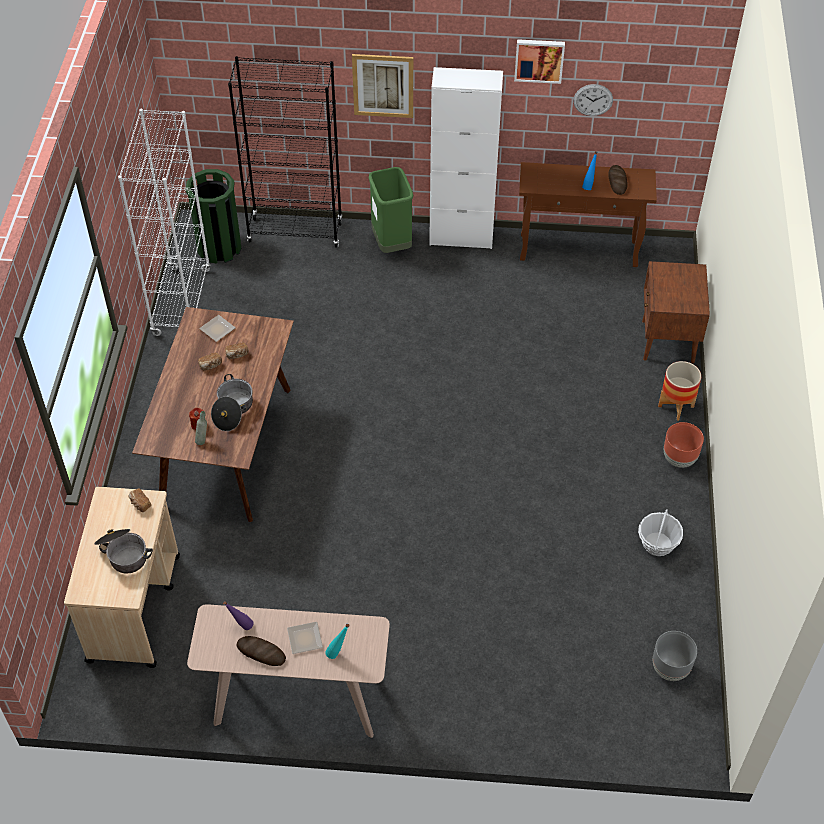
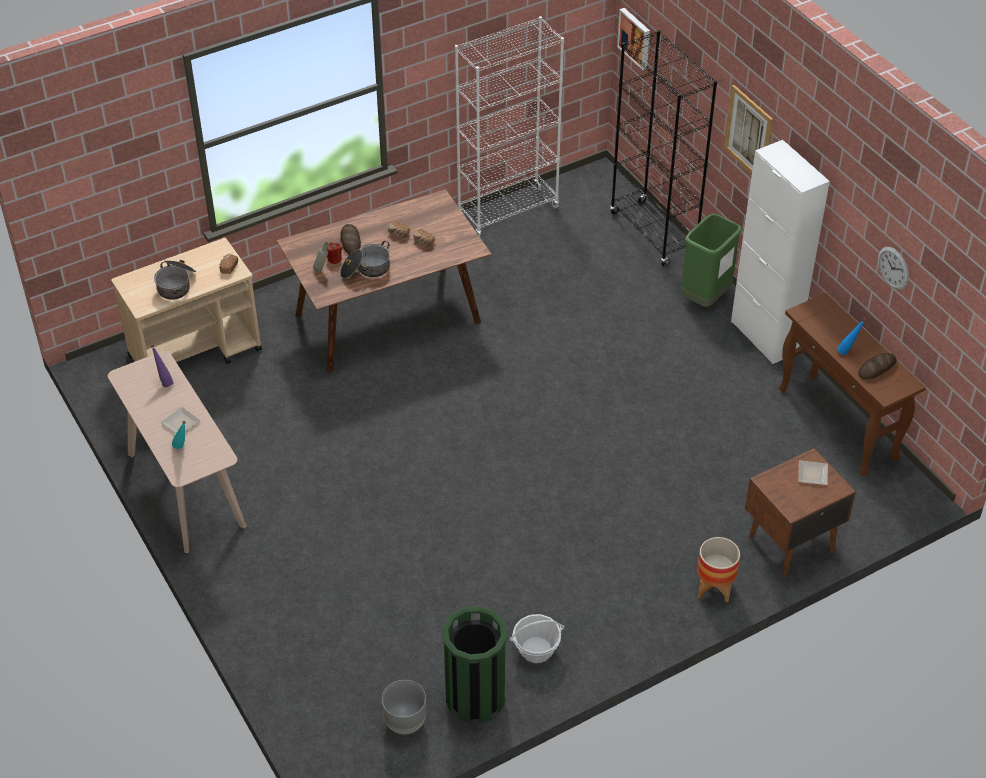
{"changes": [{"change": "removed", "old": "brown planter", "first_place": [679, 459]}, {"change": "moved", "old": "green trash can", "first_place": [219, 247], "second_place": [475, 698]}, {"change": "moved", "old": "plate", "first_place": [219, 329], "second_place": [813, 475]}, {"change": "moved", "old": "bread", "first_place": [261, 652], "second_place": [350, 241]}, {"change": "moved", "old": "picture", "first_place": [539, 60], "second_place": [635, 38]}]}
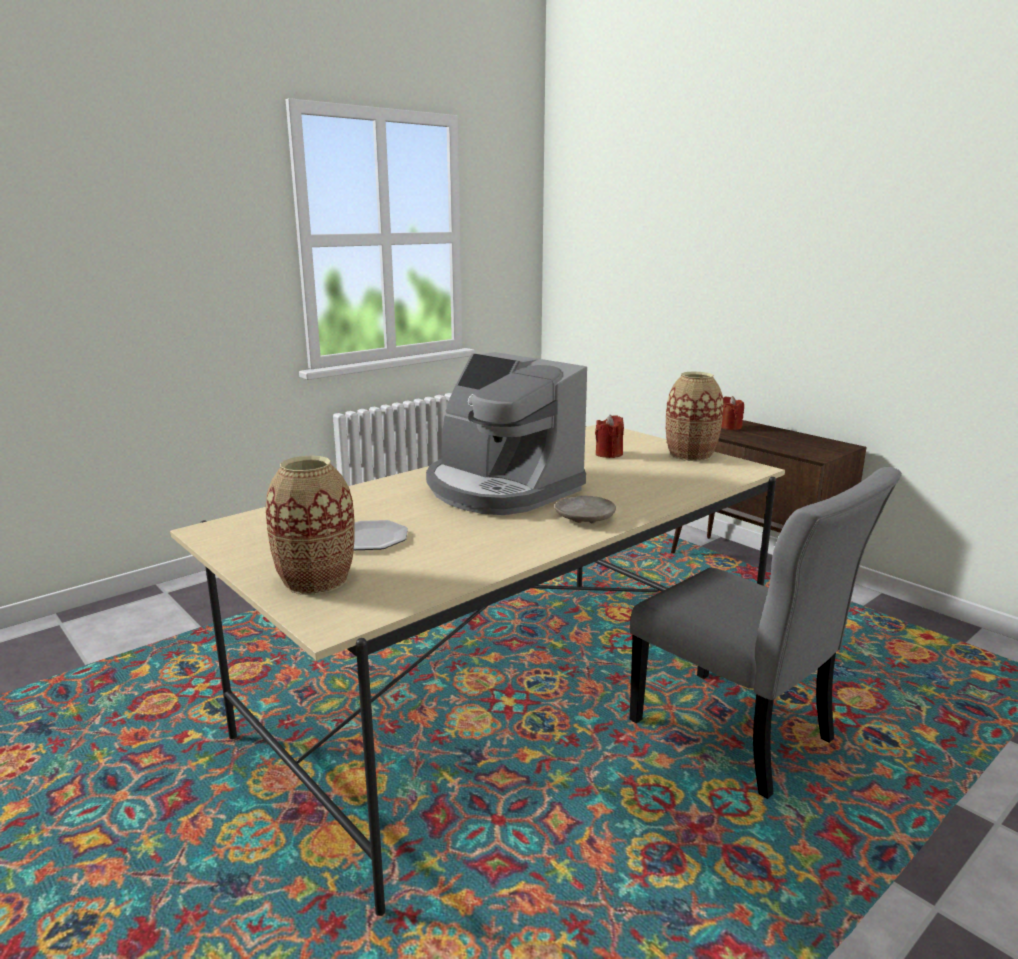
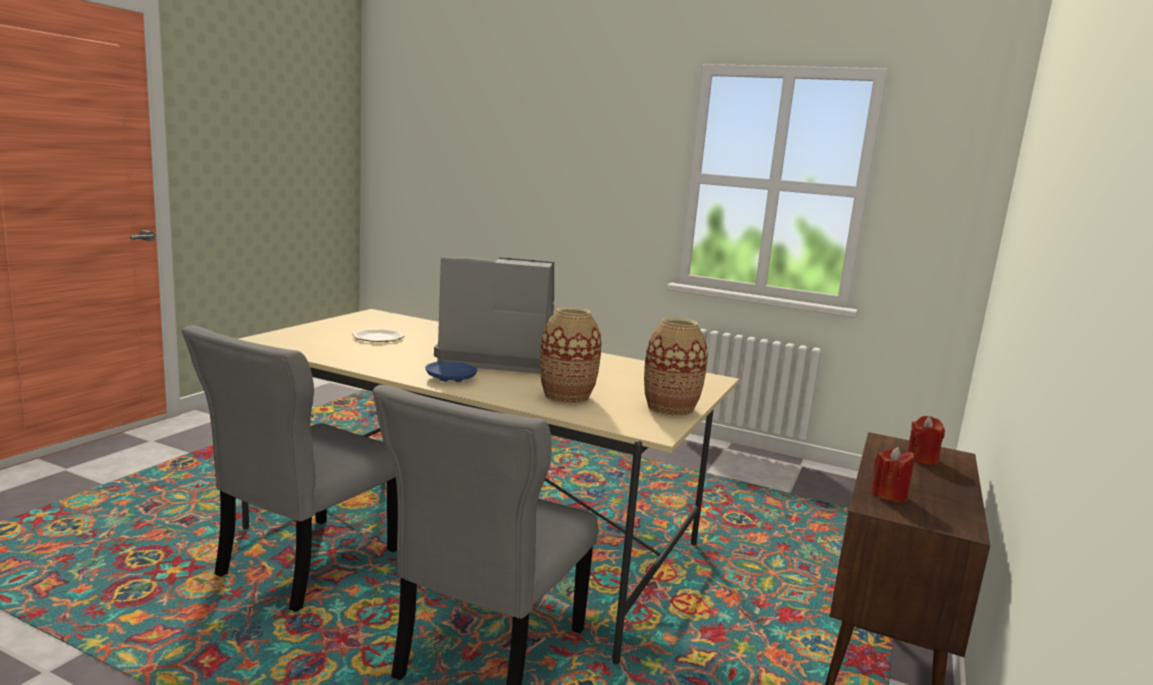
{"changes": [{"change": "added", "new": "grey chair", "second_place": [303, 565]}, {"change": "moved", "old": "vase", "first_place": [315, 580], "second_place": [566, 397]}, {"change": "moved", "old": "red candle", "first_place": [609, 454], "second_place": [888, 495]}, {"change": "recoloured", "old": "beige plate", "new": "blue plate", "first_place": [584, 518], "second_place": [451, 379]}, {"change": "turned", "old": "coffee machine", "first_place": [500, 488], "second_place": [498, 357], "degrees": 75}]}
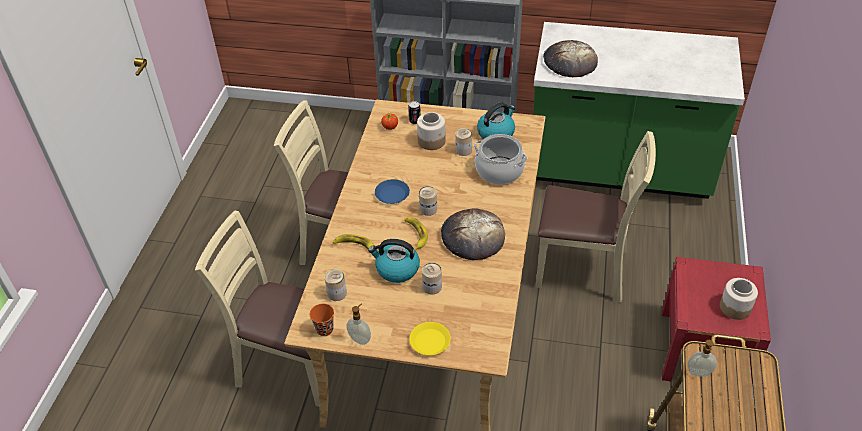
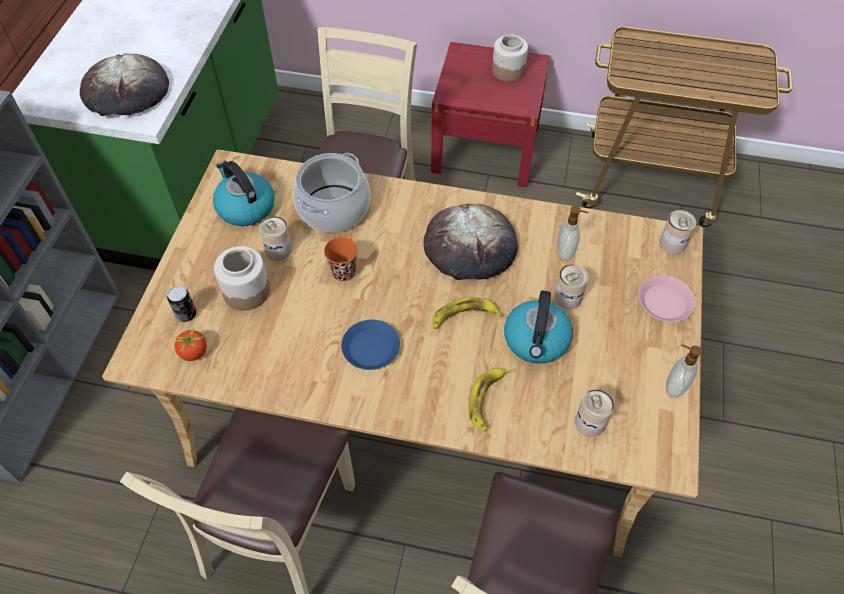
{"changes": [{"change": "moved", "old": "orange cup", "first_place": [324, 329], "second_place": [343, 272]}, {"change": "moved", "old": "can", "first_place": [428, 209], "second_place": [672, 243]}, {"change": "moved", "old": "soap dispenser", "first_place": [699, 373], "second_place": [566, 252]}, {"change": "recoloured", "old": "yellow plate", "new": "pink plate", "first_place": [430, 341], "second_place": [664, 302]}]}
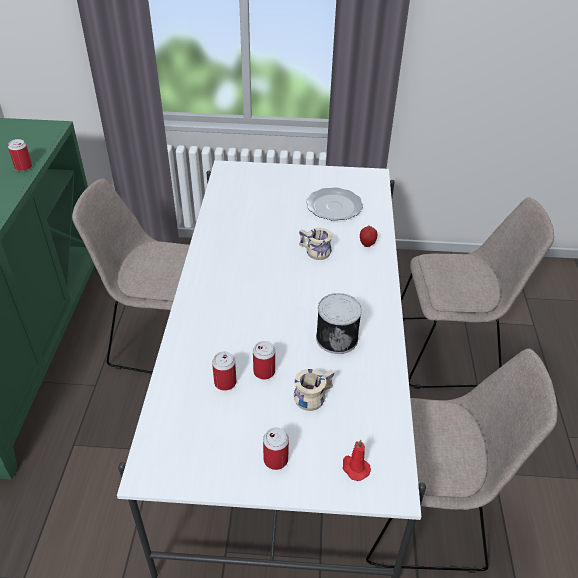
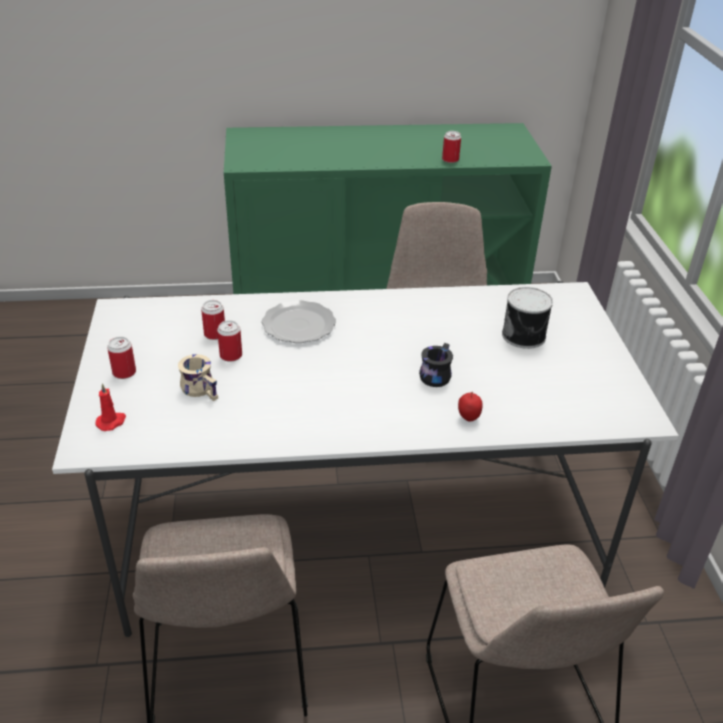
{"changes": [{"change": "moved", "old": "plate", "first_place": [334, 206], "second_place": [300, 325]}, {"change": "moved", "old": "can", "first_place": [337, 337], "second_place": [525, 335]}, {"change": "recoloured", "old": "beige mug", "new": "black mug", "first_place": [314, 252], "second_place": [434, 374]}]}
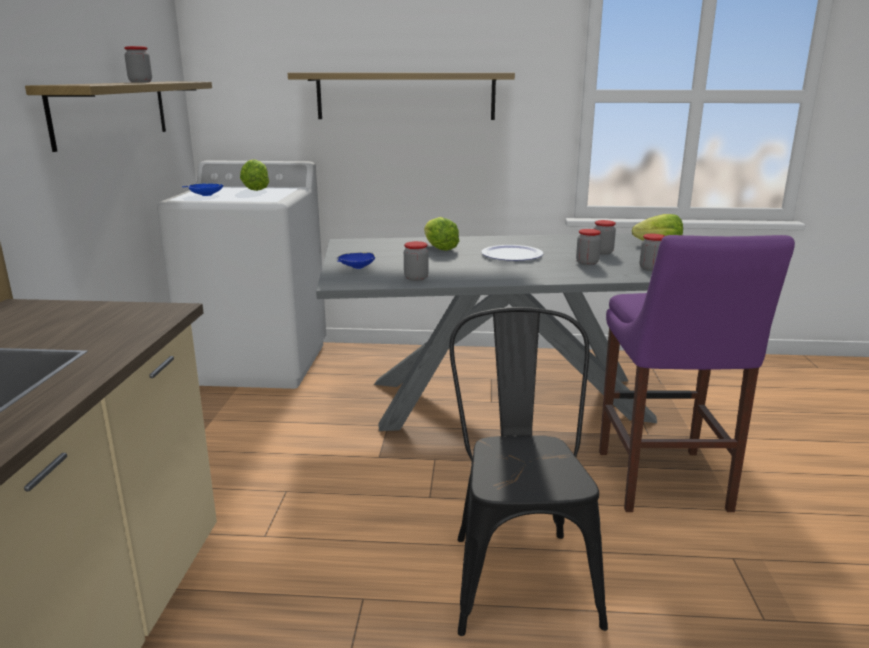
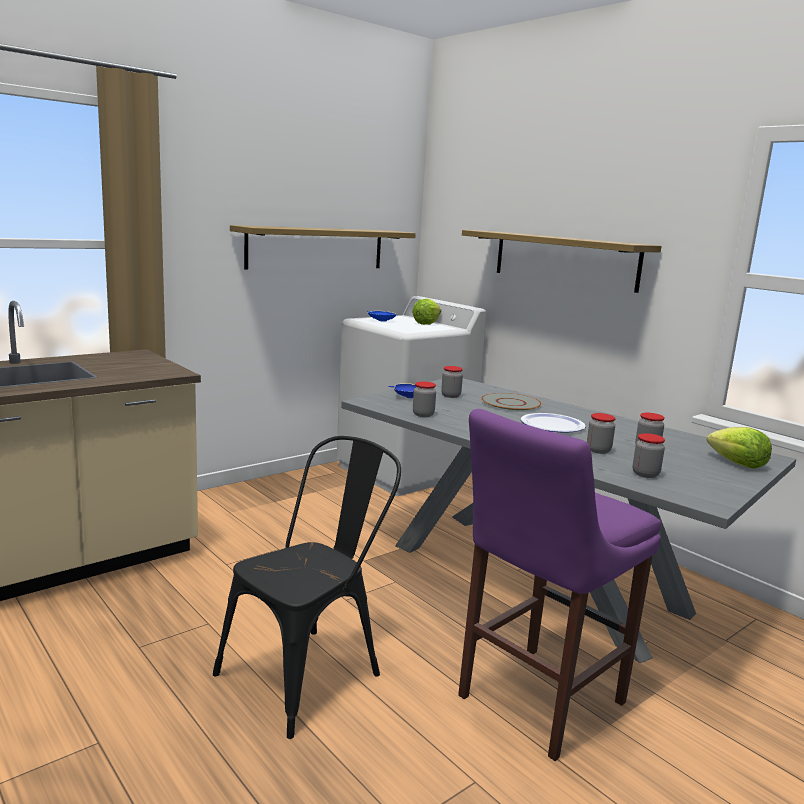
{"changes": [{"change": "moved", "old": "jar", "first_place": [140, 82], "second_place": [450, 396]}, {"change": "replaced", "old": "lettuce", "new": "grey plate", "first_place": [439, 248], "second_place": [510, 403]}]}
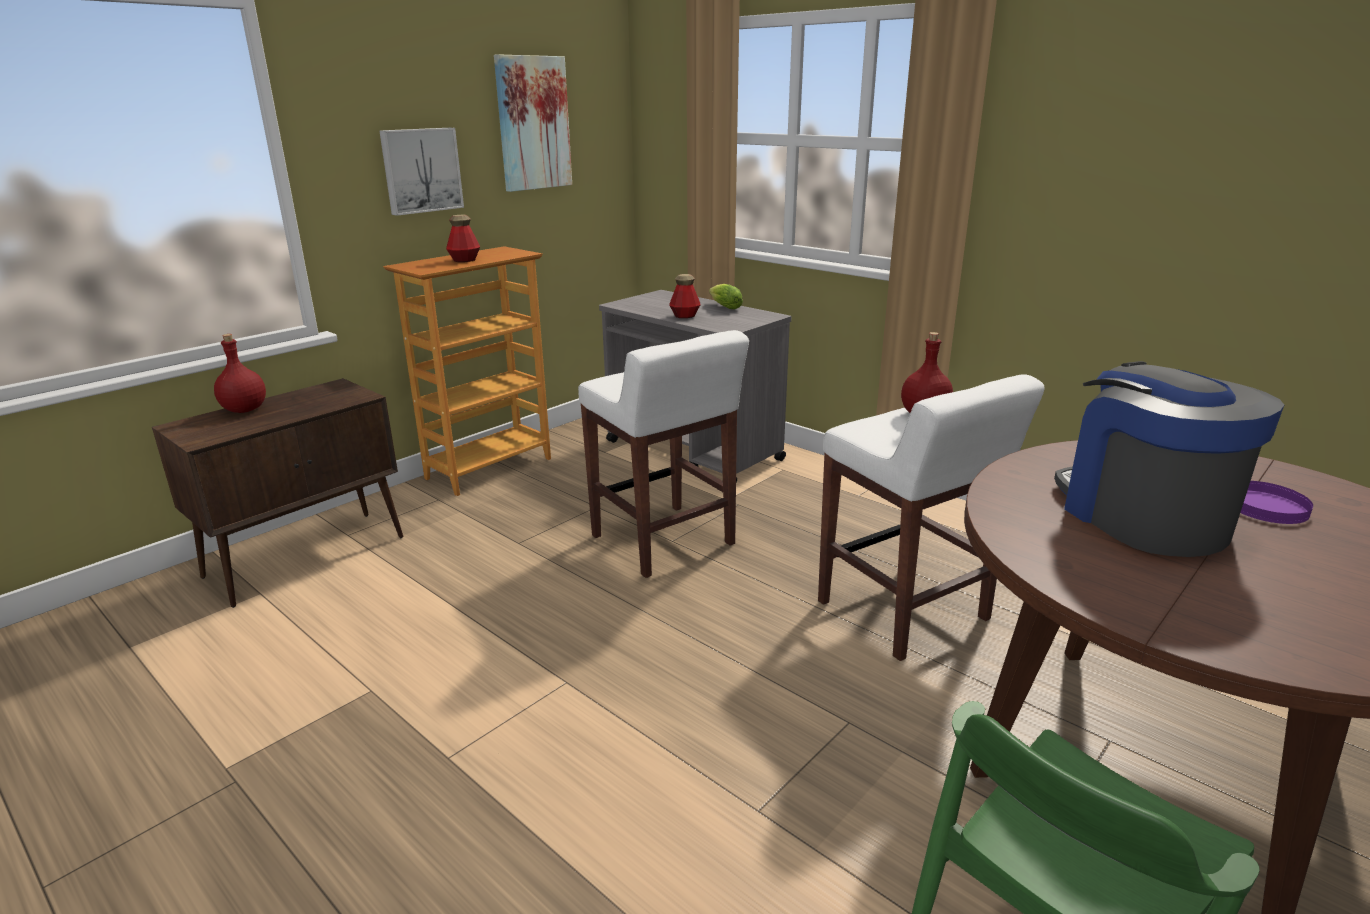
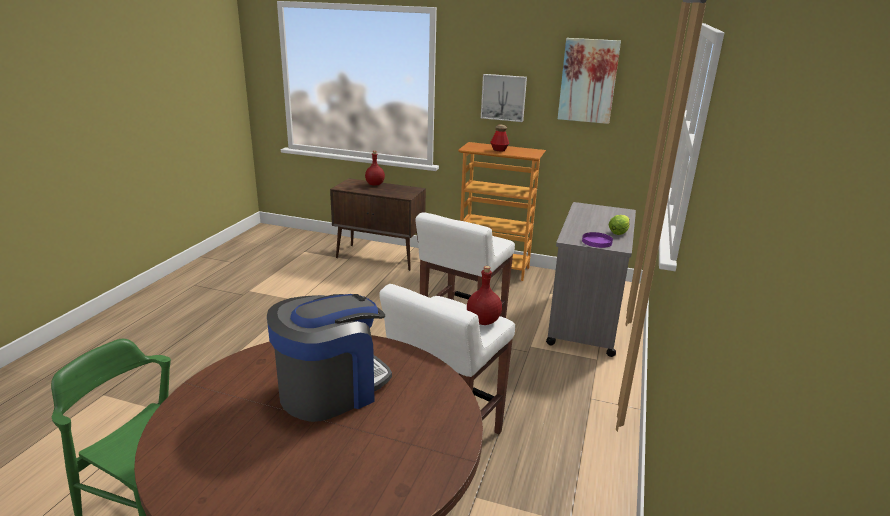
{"changes": [{"change": "removed", "old": "bottle", "first_place": [685, 316]}, {"change": "moved", "old": "purple plate", "first_place": [1266, 506], "second_place": [597, 242]}]}
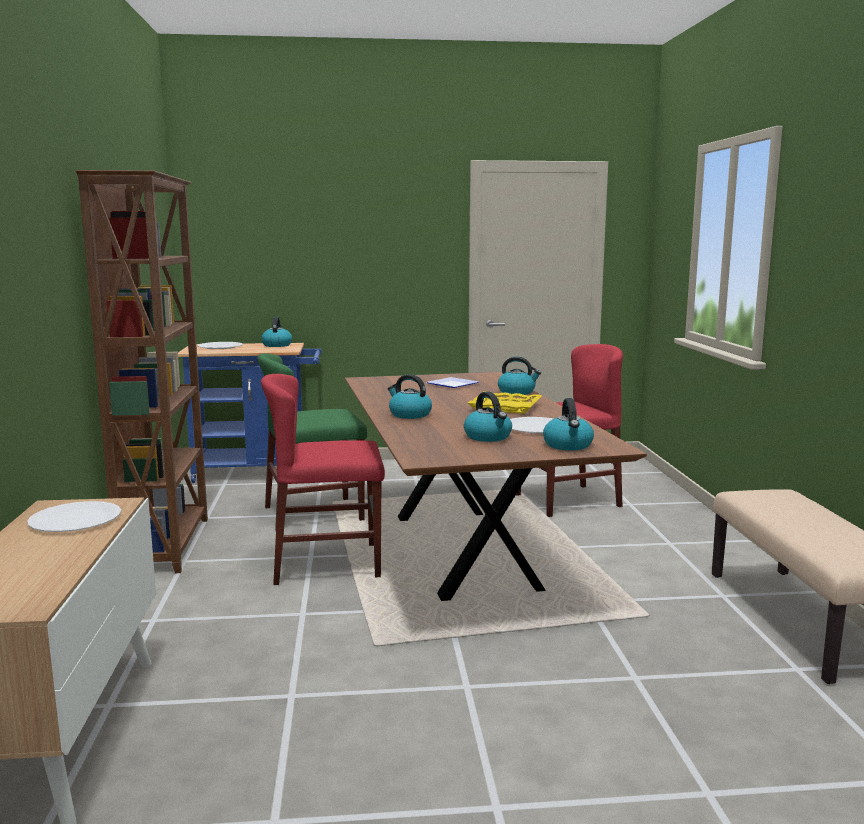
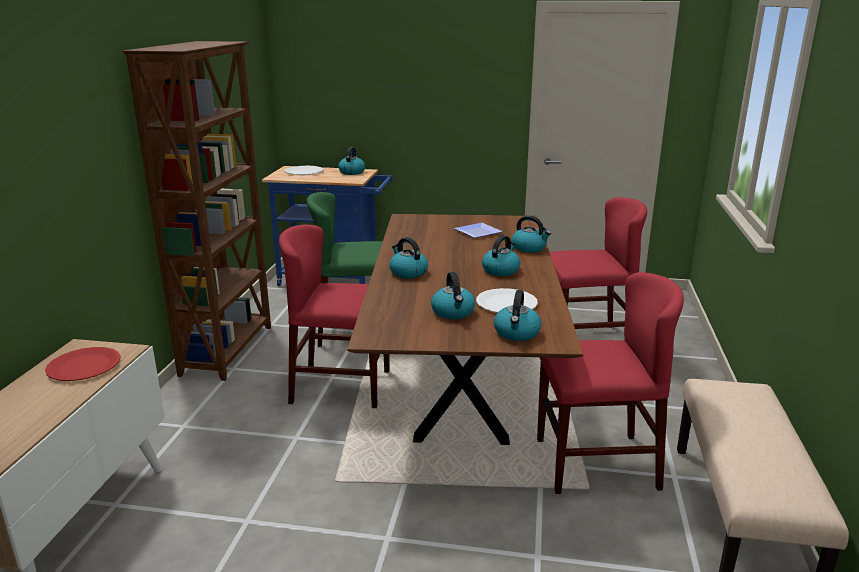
{"changes": [{"change": "added", "new": "red chair", "second_place": [596, 463]}, {"change": "replaced", "old": "yellow tray", "new": "kettle", "first_place": [505, 407], "second_place": [500, 270]}, {"change": "recoloured", "old": "white plate", "new": "red plate", "first_place": [75, 520], "second_place": [84, 366]}]}
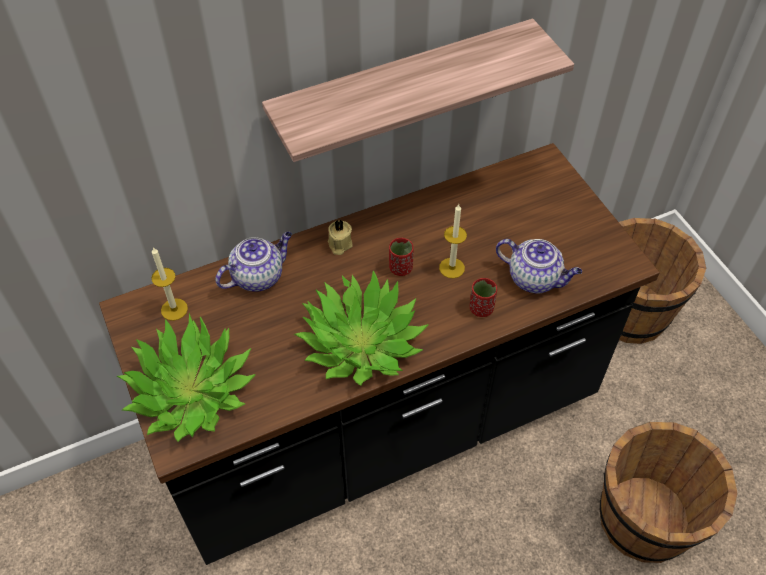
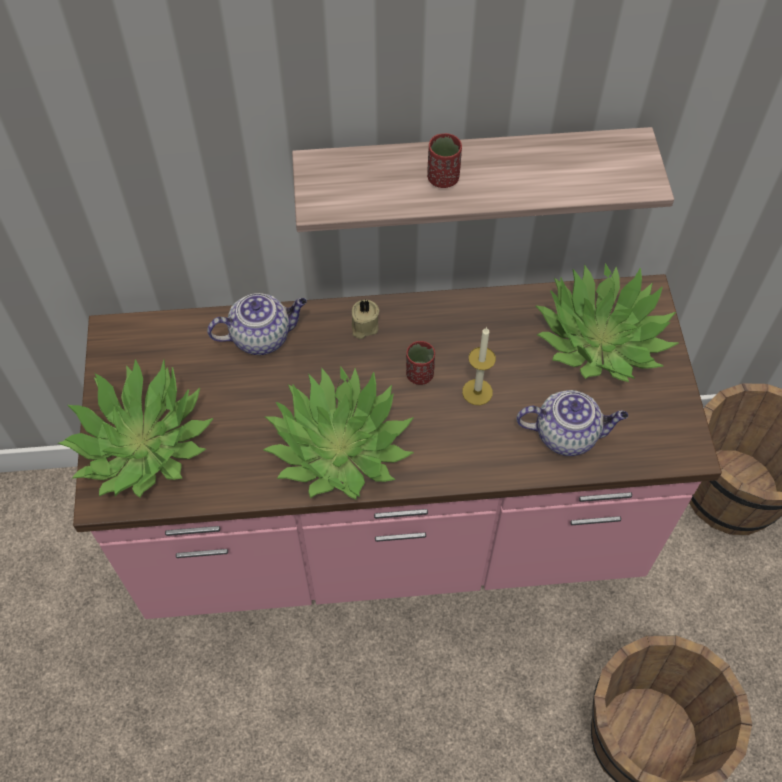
{"changes": [{"change": "removed", "old": "candle", "first_place": [174, 309]}, {"change": "added", "new": "potted plant", "second_place": [600, 339]}, {"change": "moved", "old": "red cup", "first_place": [481, 308], "second_place": [443, 178]}, {"change": "recoloured", "old": "black counter", "new": "pink counter", "first_place": [383, 427], "second_place": [391, 533]}, {"change": "turned", "old": "teapot", "first_place": [535, 279], "second_place": [567, 434], "degrees": -45}]}
